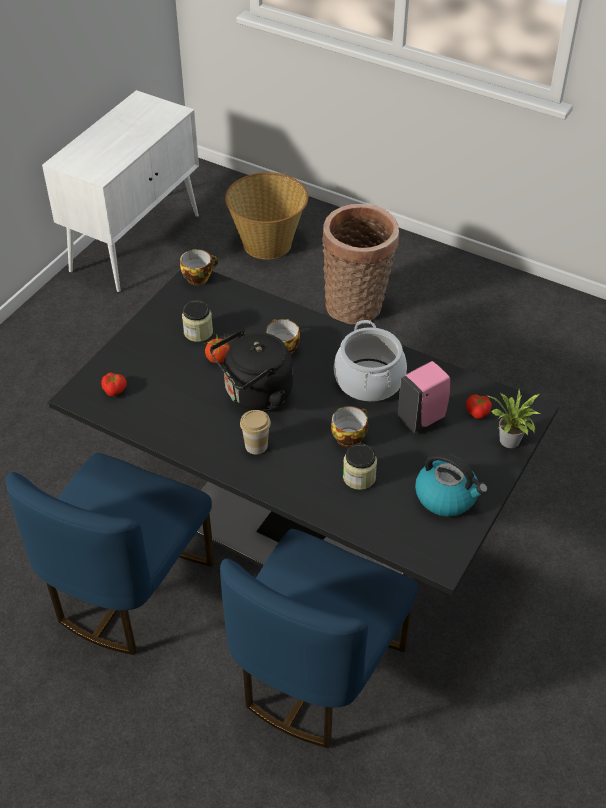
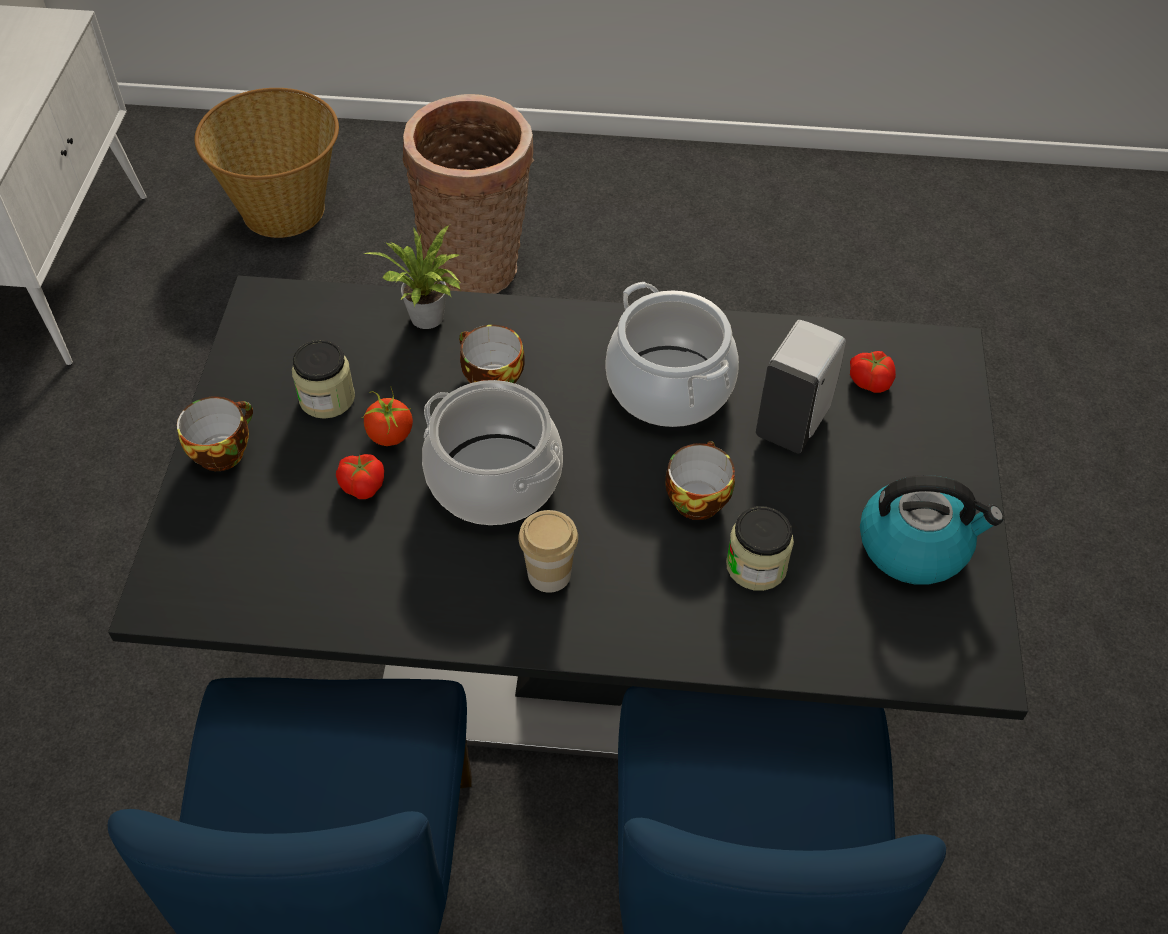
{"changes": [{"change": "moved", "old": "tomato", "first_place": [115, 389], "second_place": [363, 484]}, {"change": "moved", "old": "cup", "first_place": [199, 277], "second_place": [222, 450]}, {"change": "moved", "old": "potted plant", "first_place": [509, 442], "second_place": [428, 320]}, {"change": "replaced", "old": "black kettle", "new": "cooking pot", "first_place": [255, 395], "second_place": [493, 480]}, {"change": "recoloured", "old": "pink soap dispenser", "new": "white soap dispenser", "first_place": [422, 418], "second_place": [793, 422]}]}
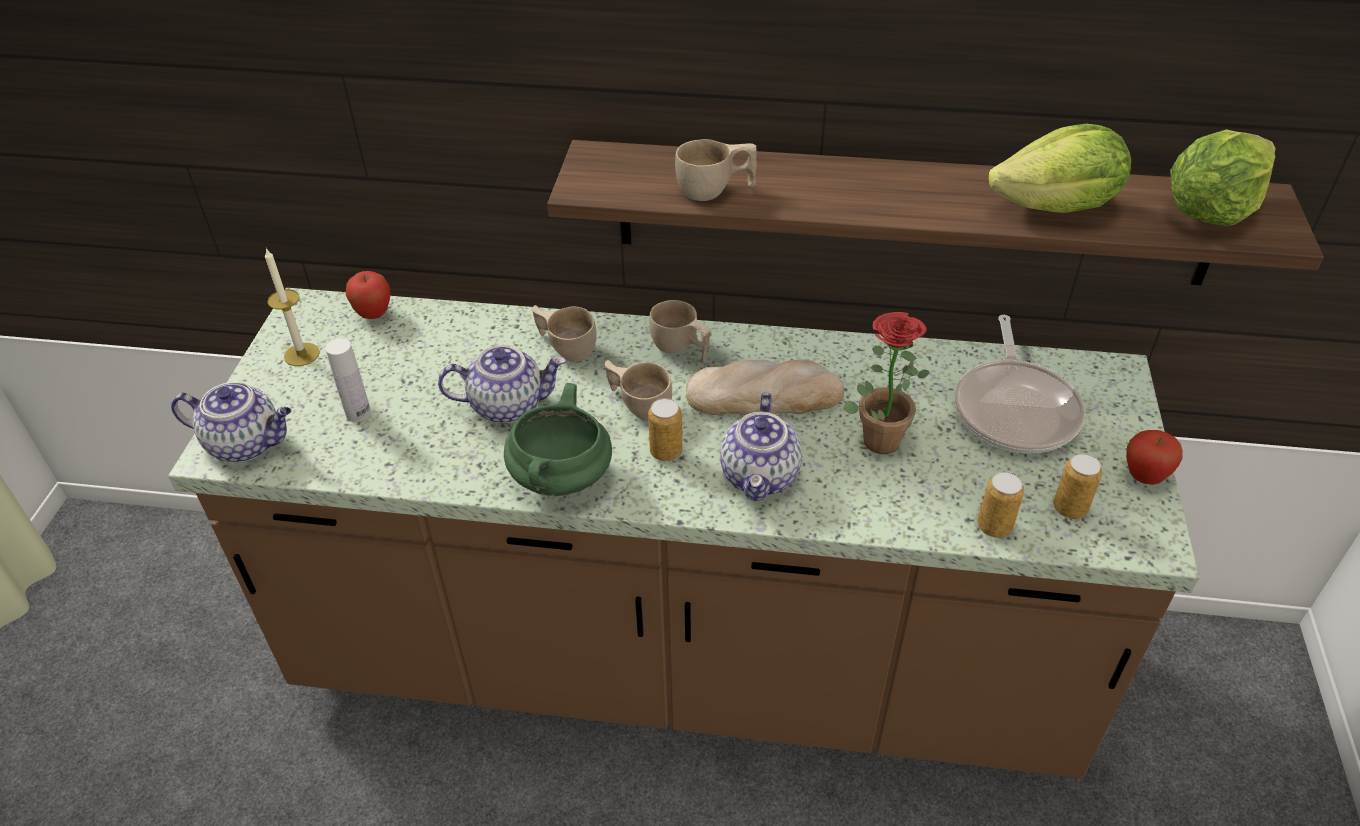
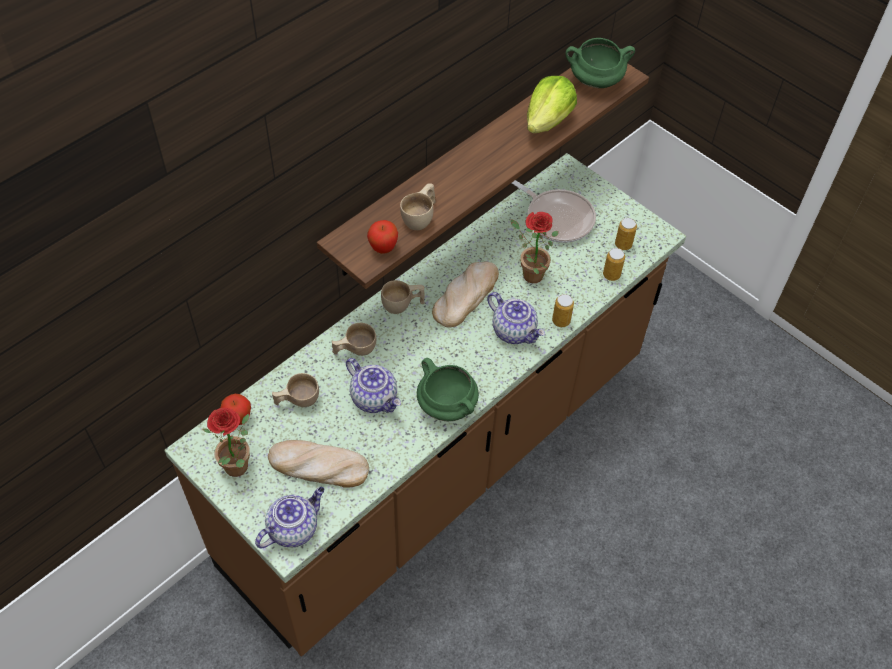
{"changes": [{"change": "moved", "old": "beige cup", "first_place": [638, 404], "second_place": [297, 400]}, {"change": "moved", "old": "can", "first_place": [666, 452], "second_place": [561, 321]}, {"change": "moved", "old": "apple", "first_place": [1144, 477], "second_place": [383, 248]}, {"change": "replaced", "old": "candle", "new": "potted plant", "first_place": [301, 354], "second_place": [240, 469]}, {"change": "replaced", "old": "white bottle", "new": "bread", "first_place": [358, 413], "second_place": [318, 466]}, {"change": "replaced", "old": "lettuce", "new": "green cooking pot", "first_place": [1210, 211], "second_place": [594, 81]}, {"change": "turned", "old": "teapot", "first_place": [508, 405], "second_place": [375, 398], "degrees": 105}]}
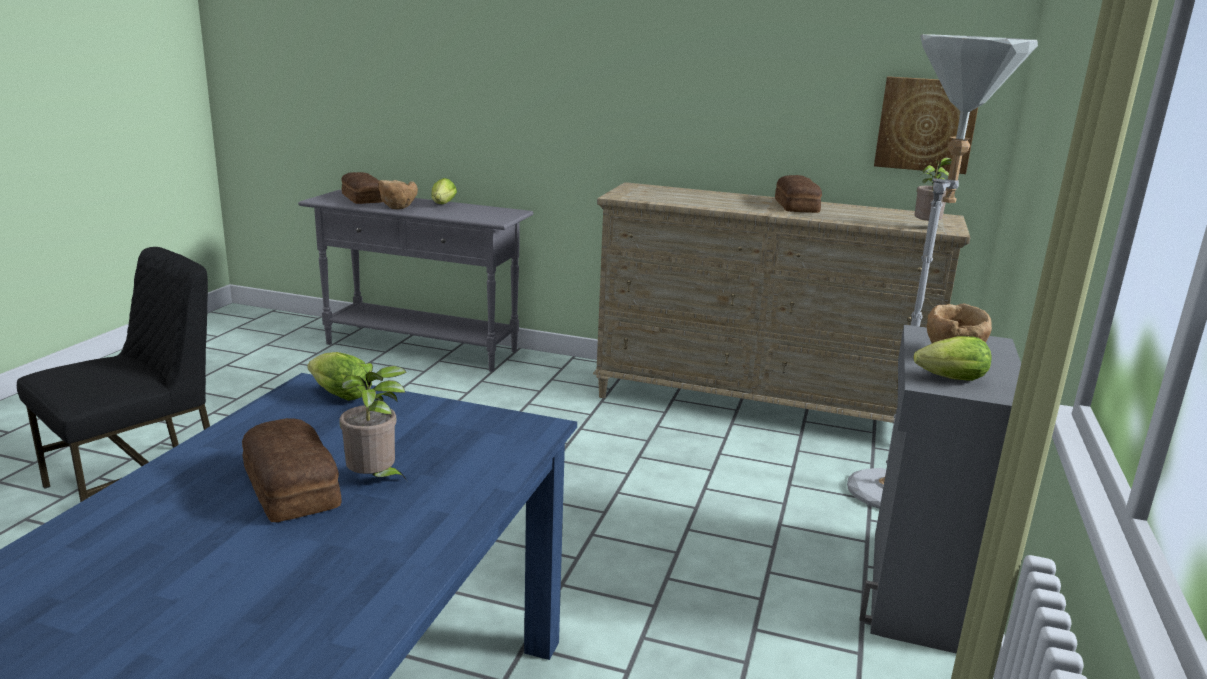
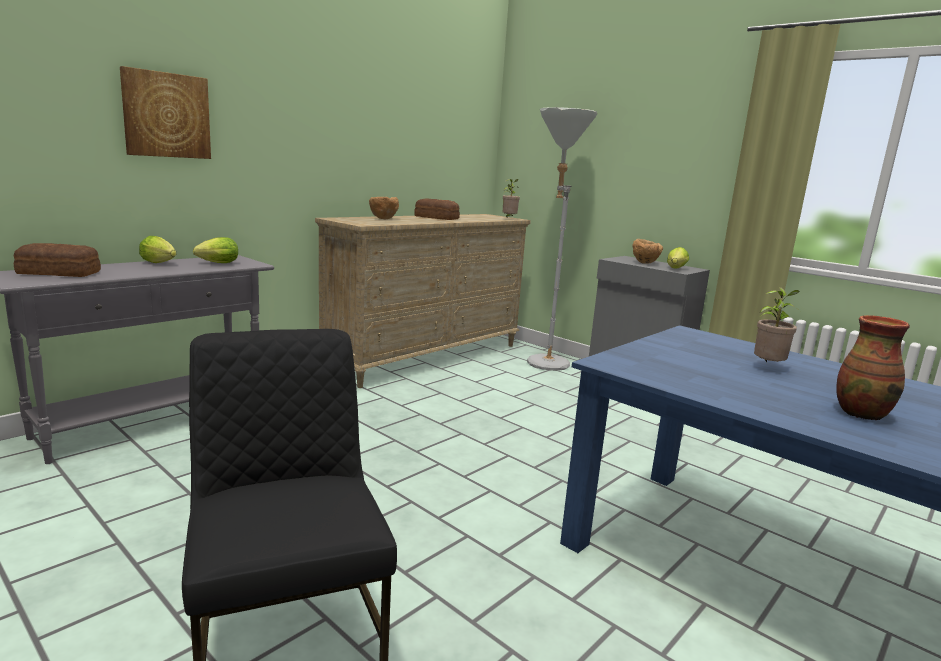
{"changes": [{"change": "removed", "old": "bread", "first_place": [293, 486]}, {"change": "added", "new": "vase", "second_place": [861, 413]}, {"change": "moved", "old": "lettuce", "first_place": [337, 395], "second_place": [216, 263]}, {"change": "moved", "old": "brown bowl", "first_place": [398, 208], "second_place": [383, 219]}, {"change": "moved", "old": "picture", "first_place": [926, 124], "second_place": [166, 115]}]}
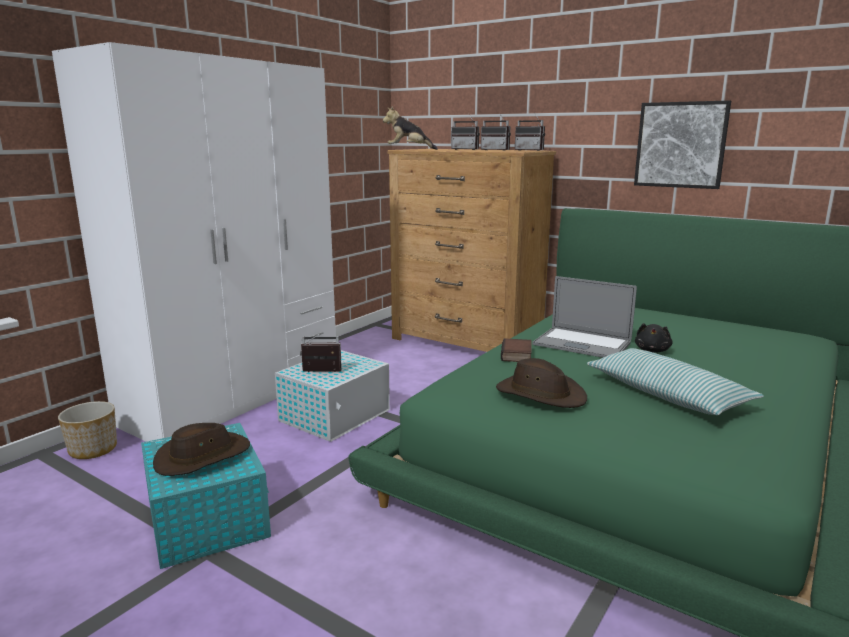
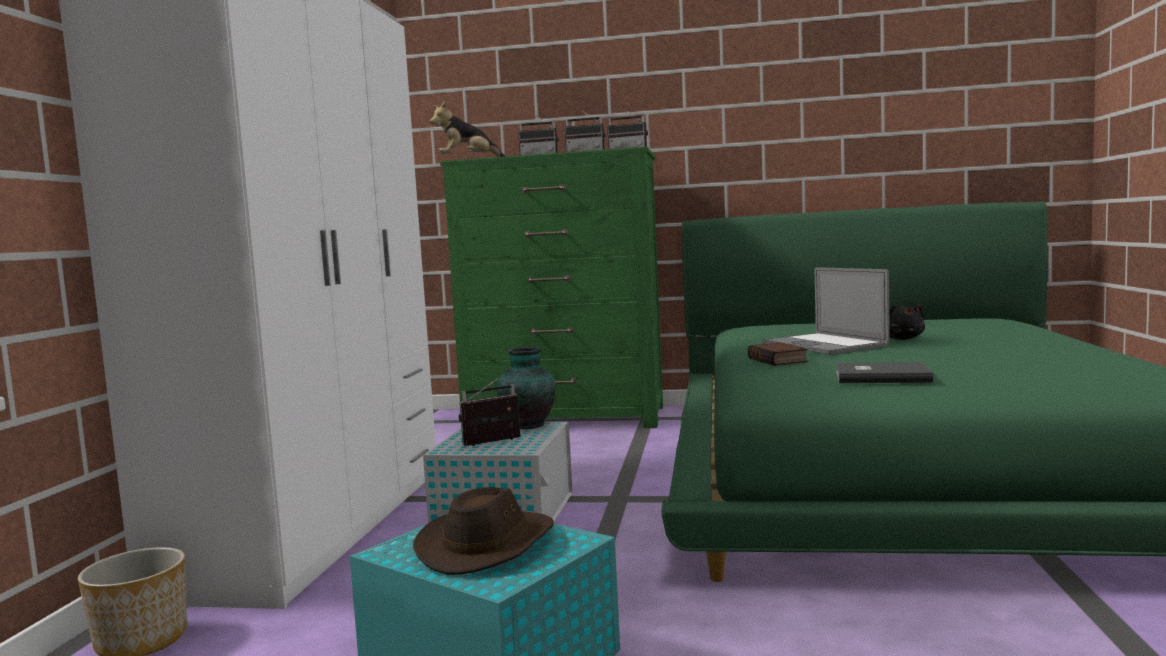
{"changes": [{"change": "removed", "old": "pillow", "first_place": [667, 395]}, {"change": "removed", "old": "picture", "first_place": [680, 145]}, {"change": "added", "new": "vase", "second_place": [529, 425]}, {"change": "replaced", "old": "brown hat", "new": "grey book", "first_place": [540, 394], "second_place": [880, 376]}, {"change": "recoloured", "old": "brown dresser", "new": "green dresser", "first_place": [466, 342], "second_place": [566, 418]}, {"change": "turned", "old": "laptop", "first_place": [581, 344], "second_place": [823, 345], "degrees": 60}]}
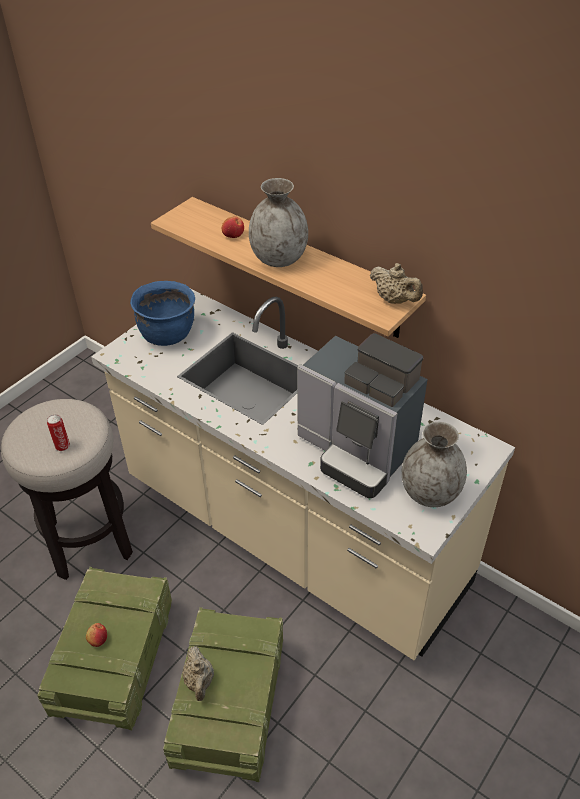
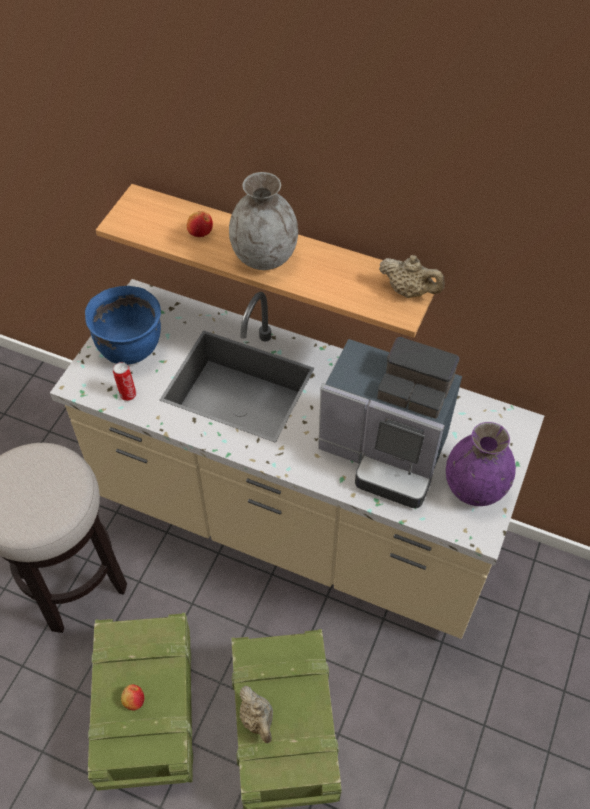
{"changes": [{"change": "moved", "old": "can", "first_place": [62, 445], "second_place": [127, 394]}, {"change": "recoloured", "old": "grey vase", "new": "purple vase", "first_place": [430, 493], "second_place": [474, 488]}]}
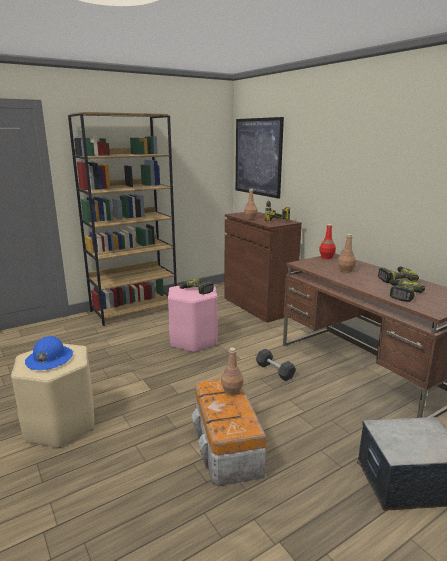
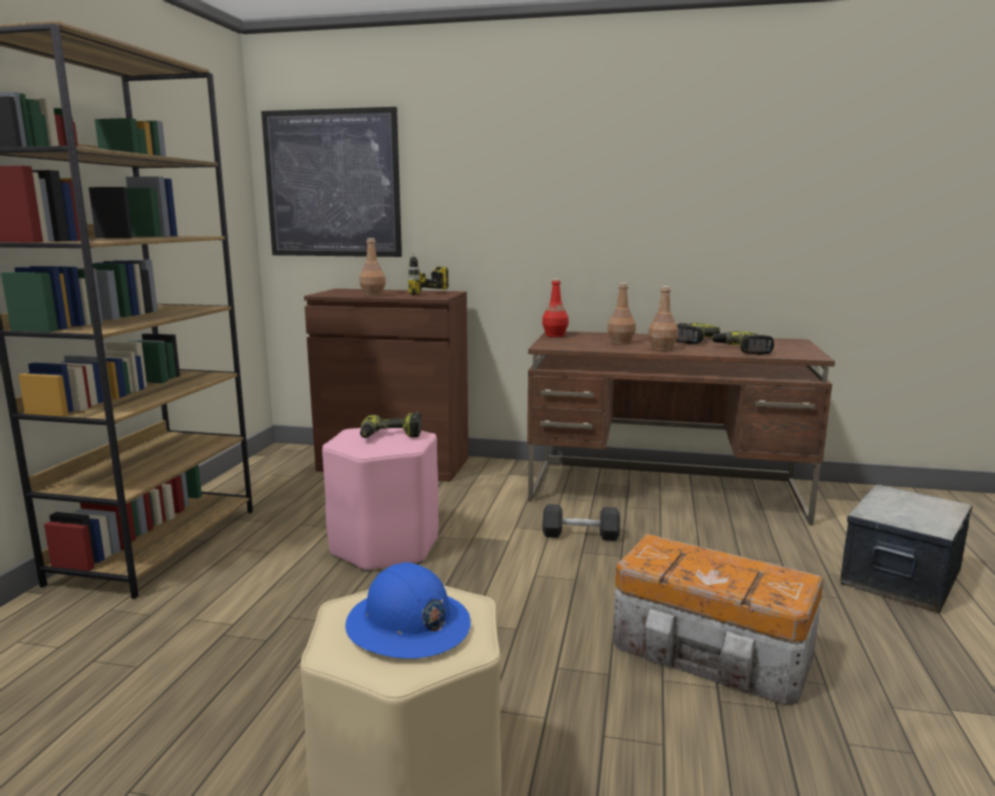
{"changes": [{"change": "moved", "old": "brown bottle", "first_place": [232, 391], "second_place": [662, 348]}]}
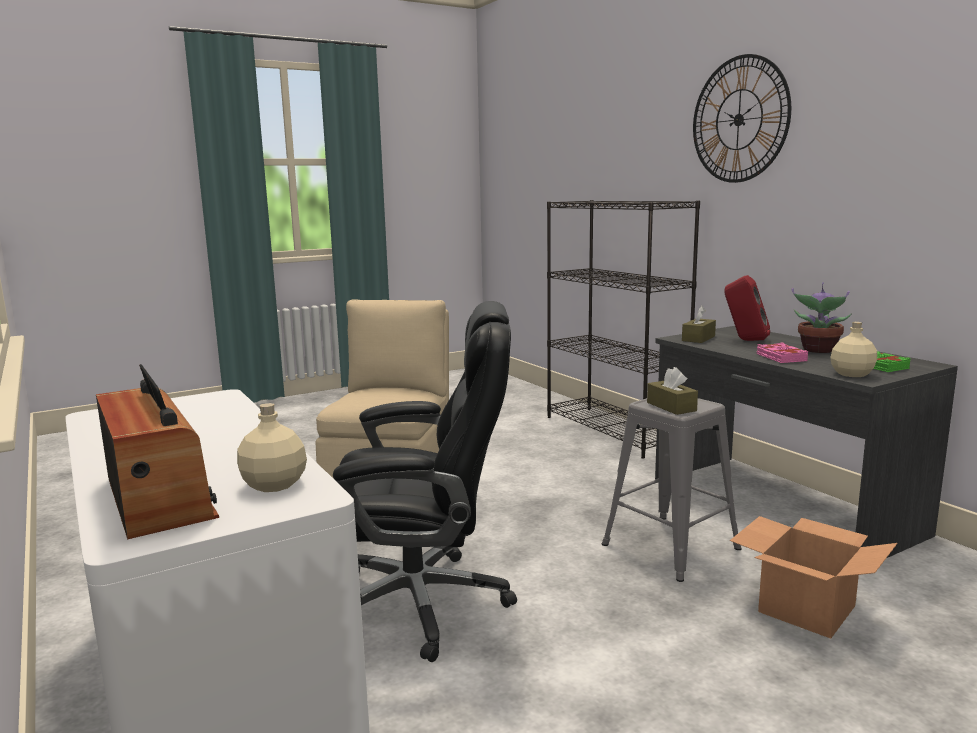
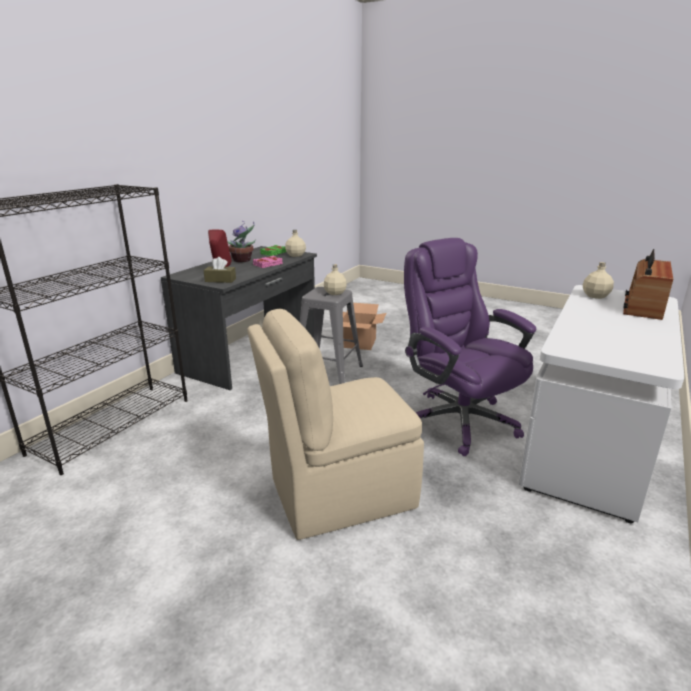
{"changes": [{"change": "removed", "old": "wall clock", "first_place": [739, 119]}, {"change": "replaced", "old": "brown tissue box", "new": "beige bottle", "first_place": [671, 406], "second_place": [335, 293]}, {"change": "recoloured", "old": "black office chair", "new": "purple office chair", "first_place": [421, 603], "second_place": [459, 420]}]}
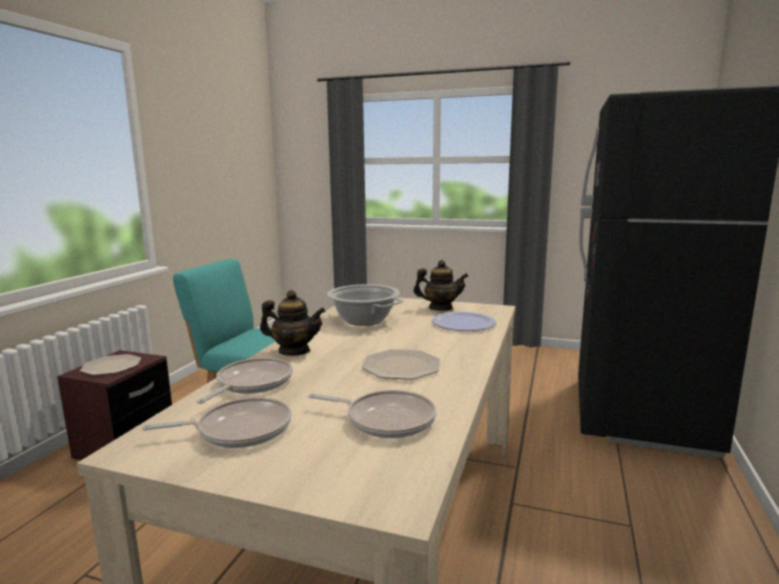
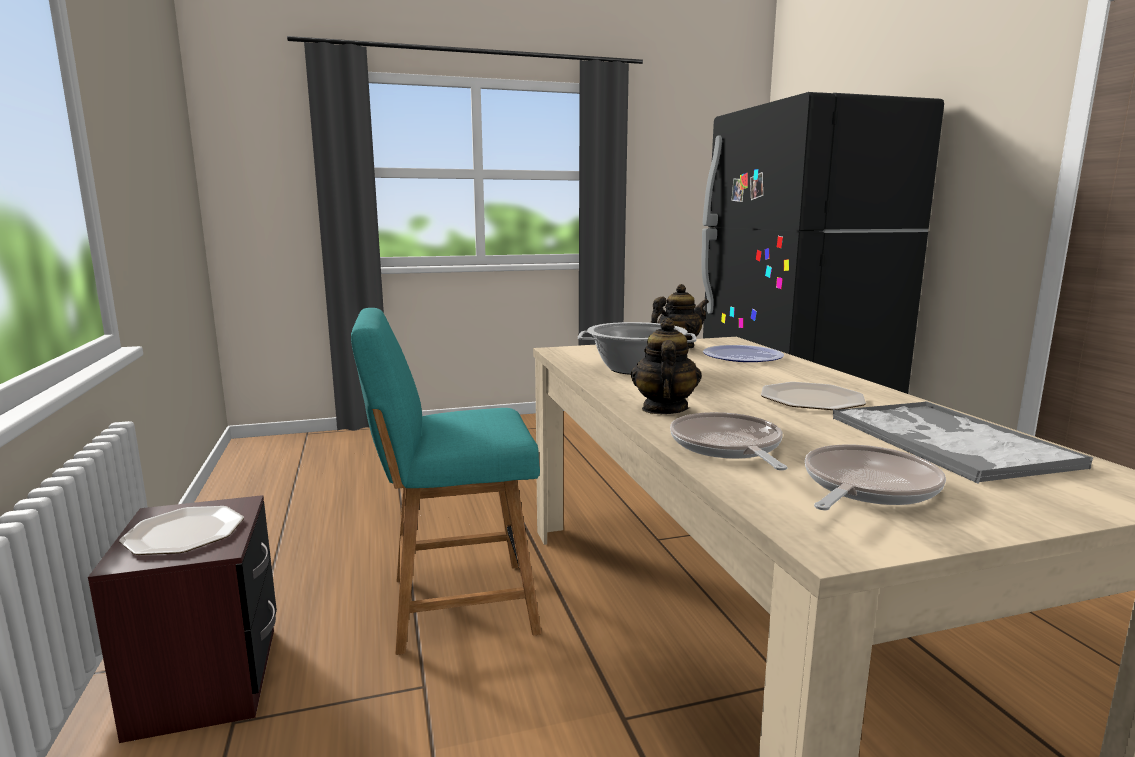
{"changes": [{"change": "replaced", "old": "frying pan", "new": "tray", "first_place": [385, 419], "second_place": [945, 440]}, {"change": "turned", "old": "teapot", "first_place": [294, 351], "second_place": [664, 409], "degrees": -60}]}
